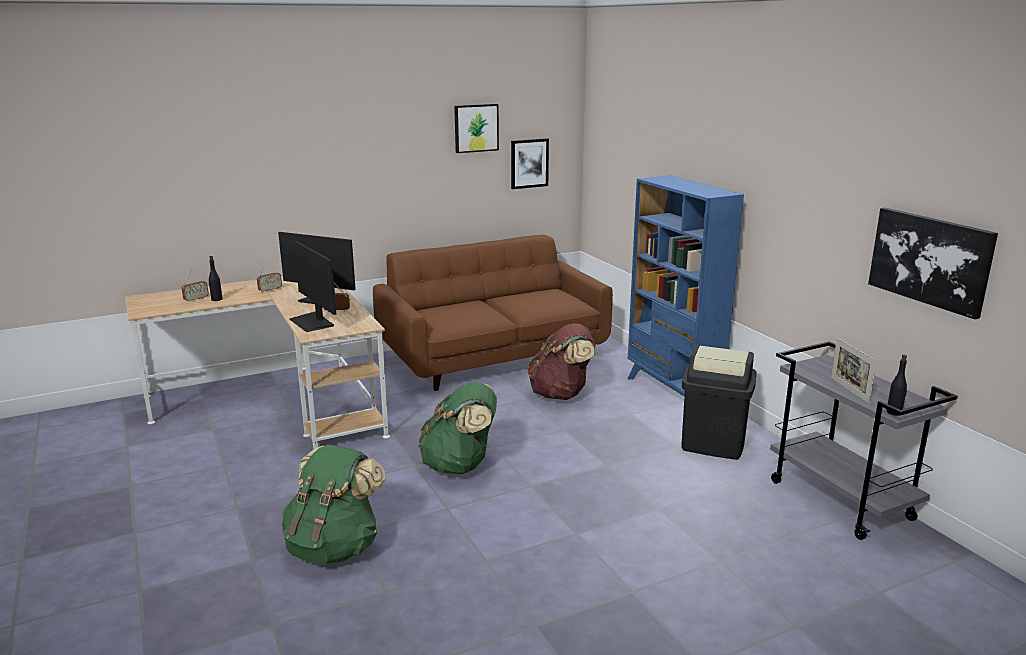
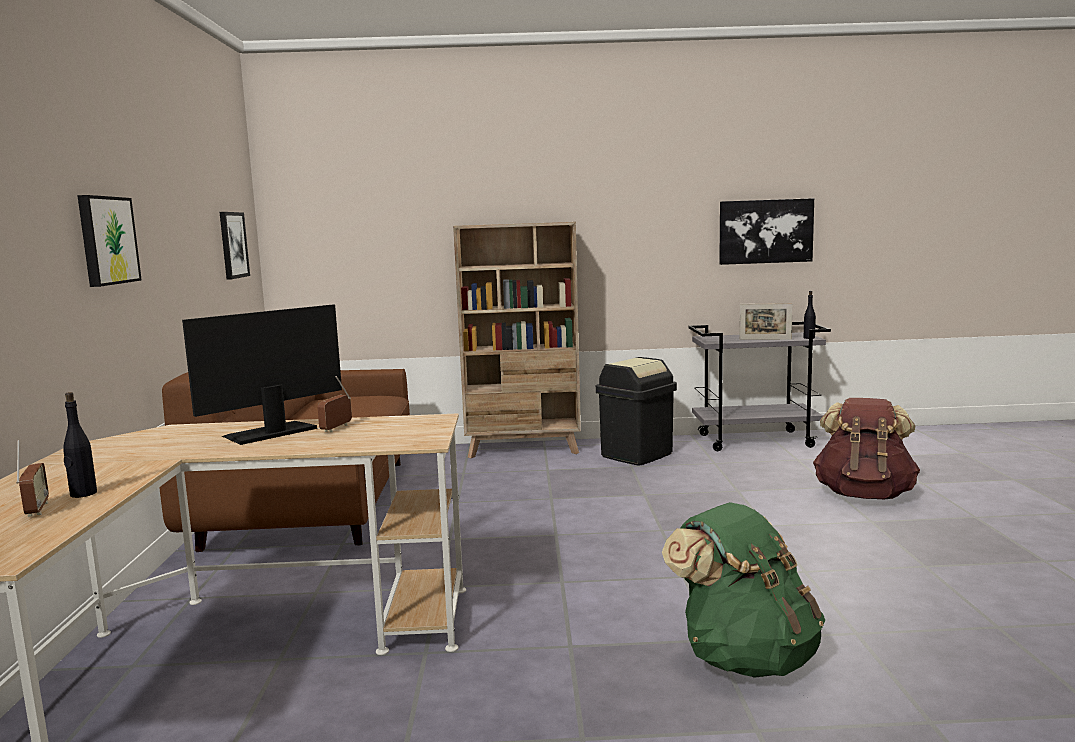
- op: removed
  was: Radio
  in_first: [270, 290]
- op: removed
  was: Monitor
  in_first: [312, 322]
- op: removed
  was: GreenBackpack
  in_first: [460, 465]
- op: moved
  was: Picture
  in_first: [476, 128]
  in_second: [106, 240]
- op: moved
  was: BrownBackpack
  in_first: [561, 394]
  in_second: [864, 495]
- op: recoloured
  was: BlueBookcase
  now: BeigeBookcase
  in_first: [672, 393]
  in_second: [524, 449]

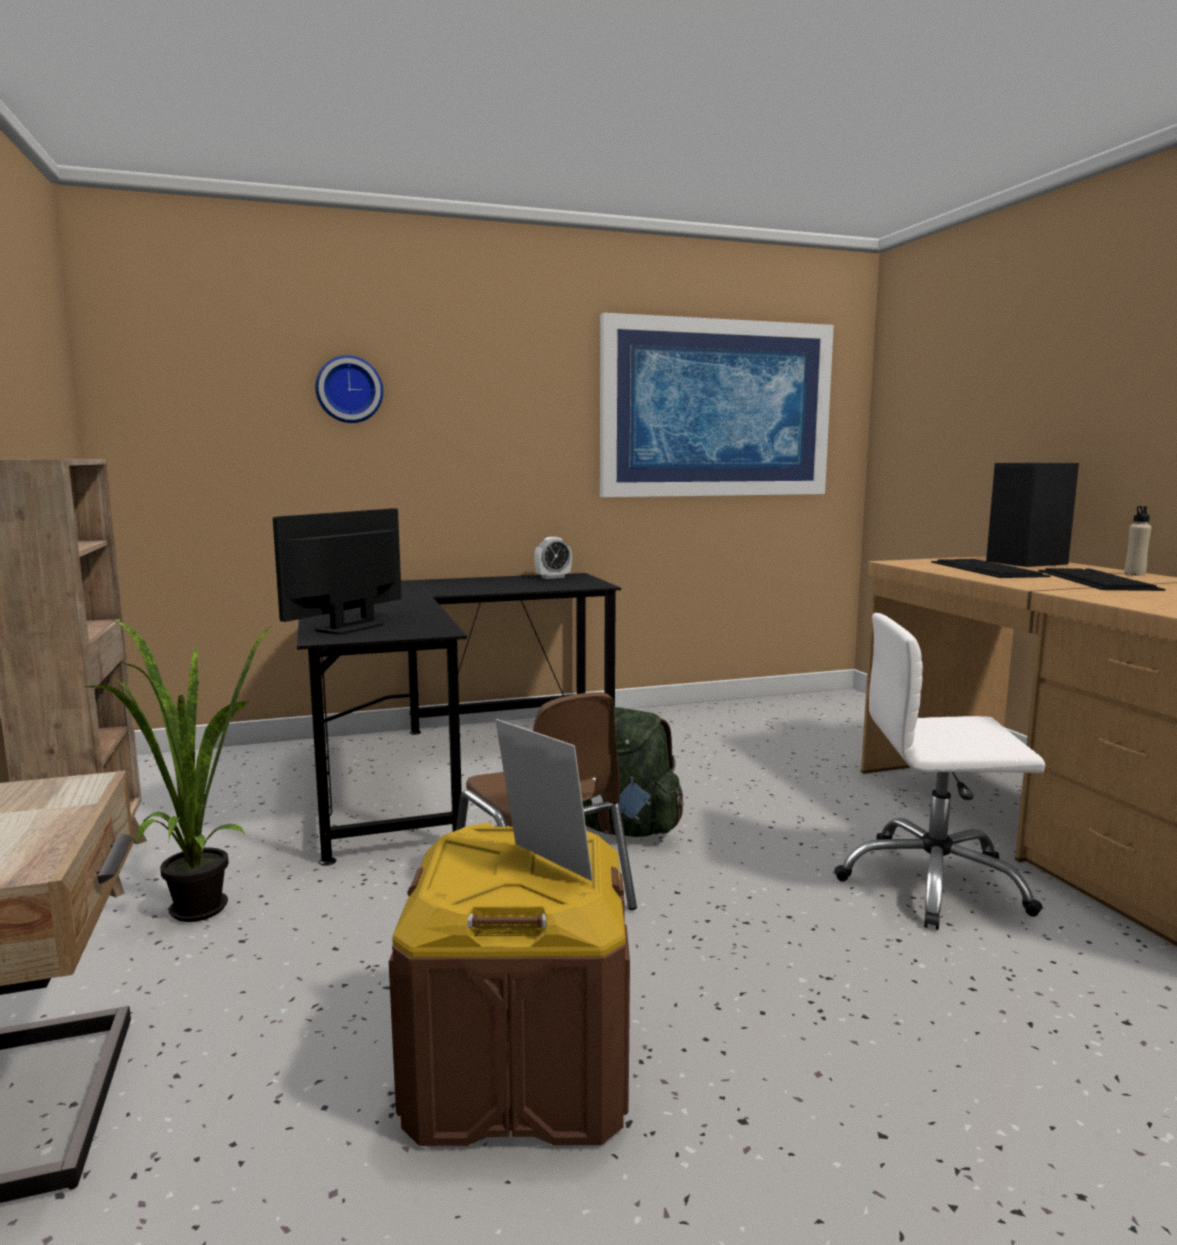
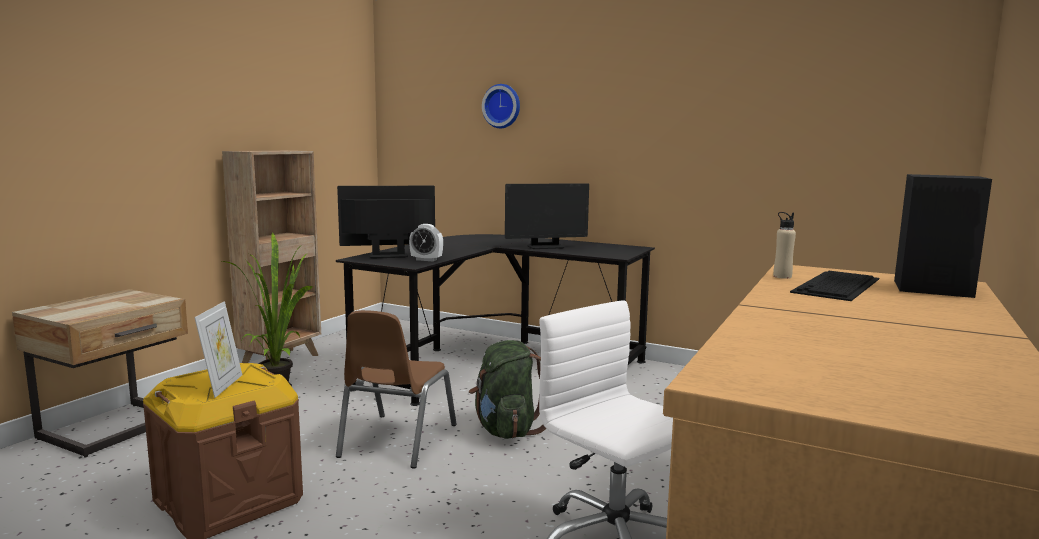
- op: moved
  was: AlarmClock
  in_first: [553, 577]
  in_second: [426, 260]
- op: removed
  was: Picture
  in_first: [716, 409]
- op: removed
  was: Keyboard
  in_first: [1095, 580]
- op: moved
  was: BeigeBottle
  in_first: [1134, 574]
  in_second: [782, 276]
- op: added
  now: Monitor
  in_second: [545, 247]

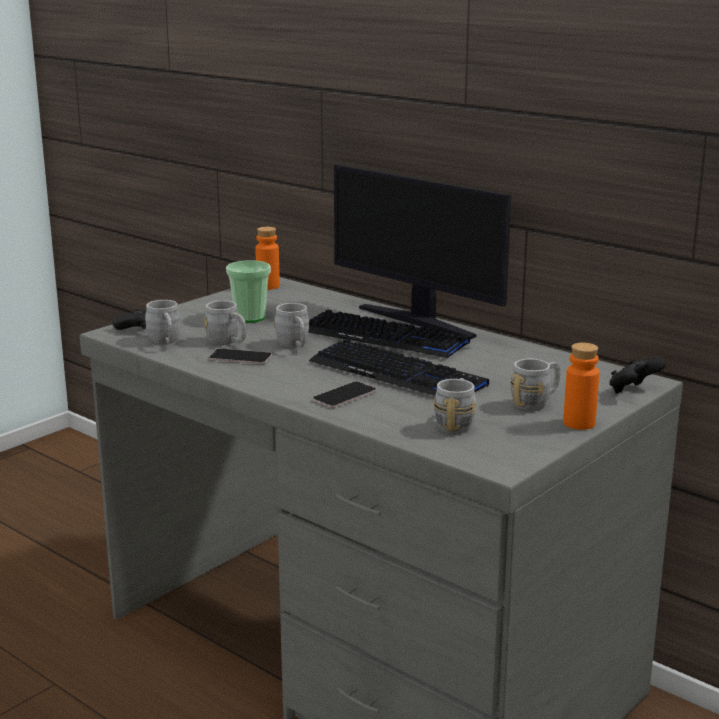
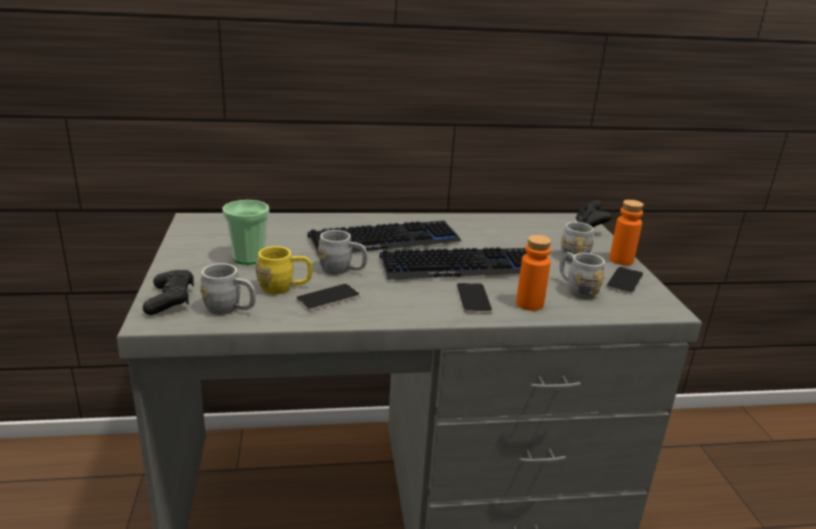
- op: recoloured
  was: GreyMug
  now: YellowMug
  in_first: [228, 342]
  in_second: [284, 288]
- op: moved
  was: OrangeBottle
  in_first: [268, 286]
  in_second: [529, 304]
- op: removed
  was: Monitor
  in_first: [418, 321]
- op: added
  now: Phone
  in_second: [624, 281]

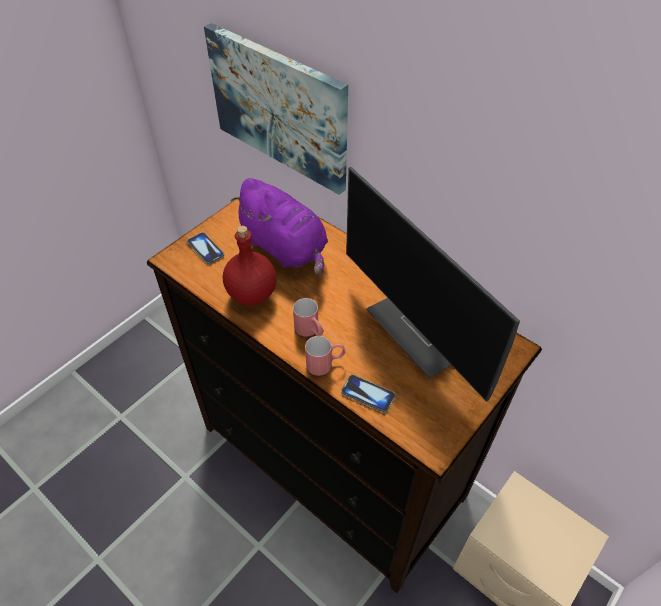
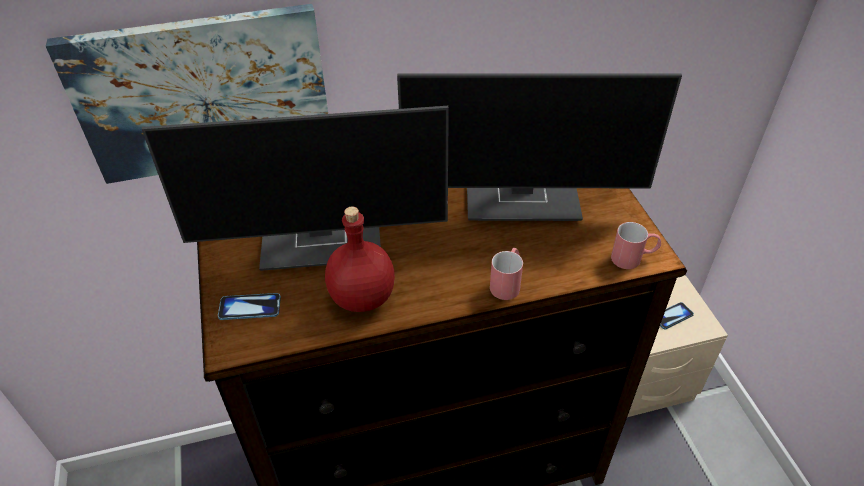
- op: replaced
  was: PurplePlushToy
  now: Monitor
  in_first: [286, 248]
  in_second: [324, 240]
- op: moved
  was: RedMug
  in_first: [310, 331]
  in_second: [633, 258]
- op: moved
  was: Phone
  in_first: [368, 394]
  in_second: [672, 316]

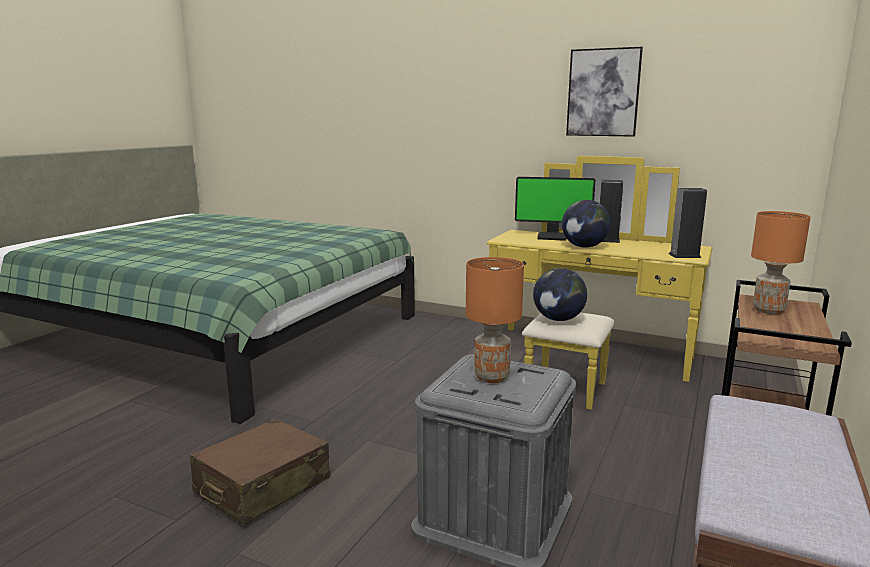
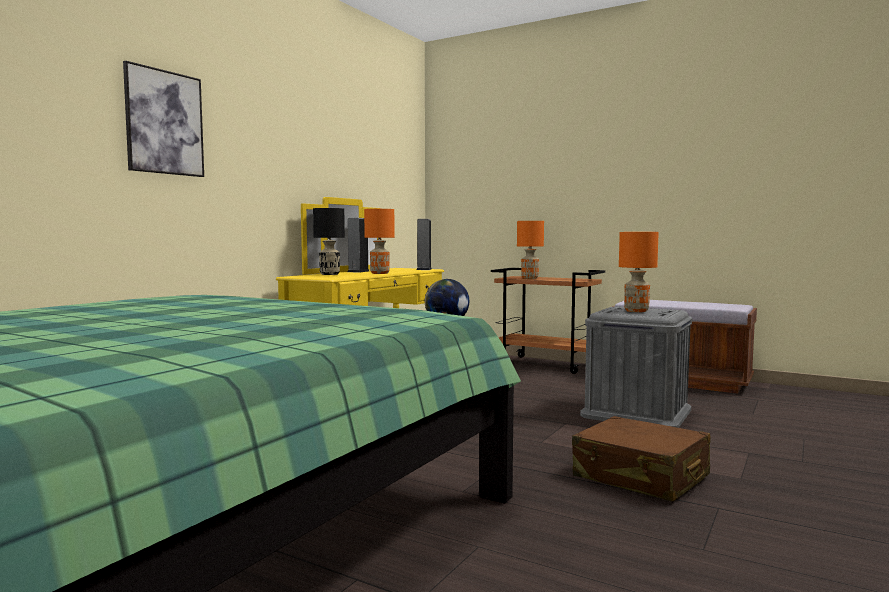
- op: replaced
  was: Monitor
  now: BlackTableLamp
  in_first: [552, 236]
  in_second: [329, 274]
- op: replaced
  was: Globe
  now: OrangeTableLamp
  in_first: [584, 247]
  in_second: [380, 273]
- op: moved
  was: Picture
  in_first: [603, 92]
  in_second: [164, 122]

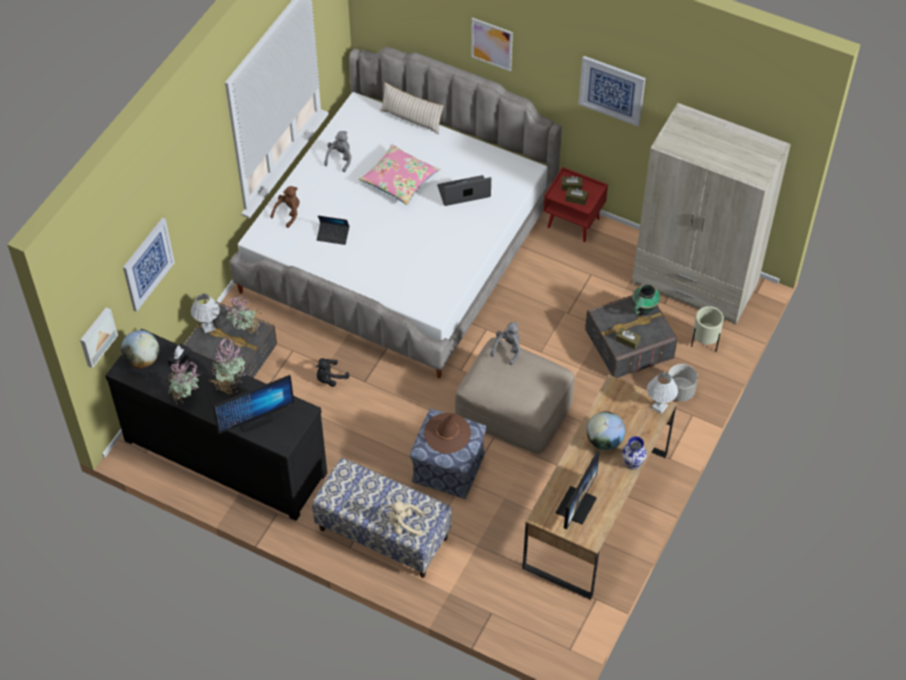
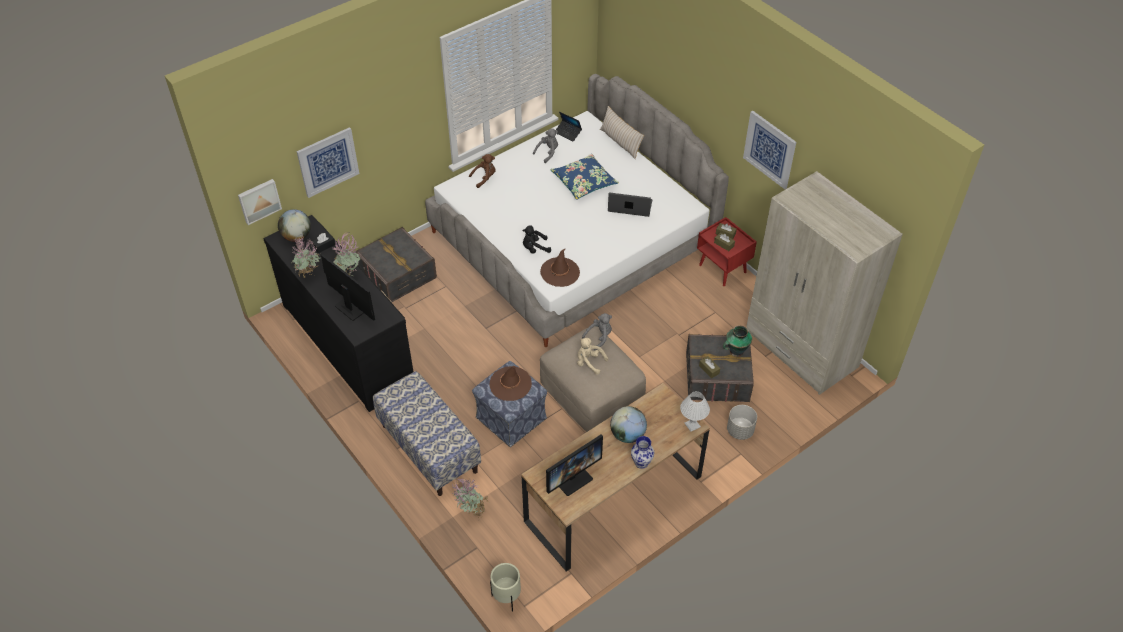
- op: removed
  was: WhiteTableLamp
  in_first: [208, 327]
- op: turned
  was: Monitor
  in_first: [255, 420]
  in_second: [349, 309]
  clockwise: -135
- op: moved
  was: PottedPlant
  in_first: [245, 332]
  in_second: [471, 512]
- op: moved
  was: BlackPlushToy
  in_first: [330, 378]
  in_second: [535, 248]
- op: moved
  was: Laptop
  in_first: [333, 235]
  in_second: [568, 133]
- op: recoloured
  was: PinkPillow
  now: BluePillow
  in_first: [399, 180]
  in_second: [584, 182]
- op: moved
  was: BeigePlushToy
  in_first: [404, 525]
  in_second: [589, 362]
- op: removed
  was: Picture
  in_first: [491, 44]
- op: moved
  was: BeigePlanter
  in_first: [704, 344]
  in_second: [507, 598]
- op: added
  now: BrownHat
  in_second: [560, 272]

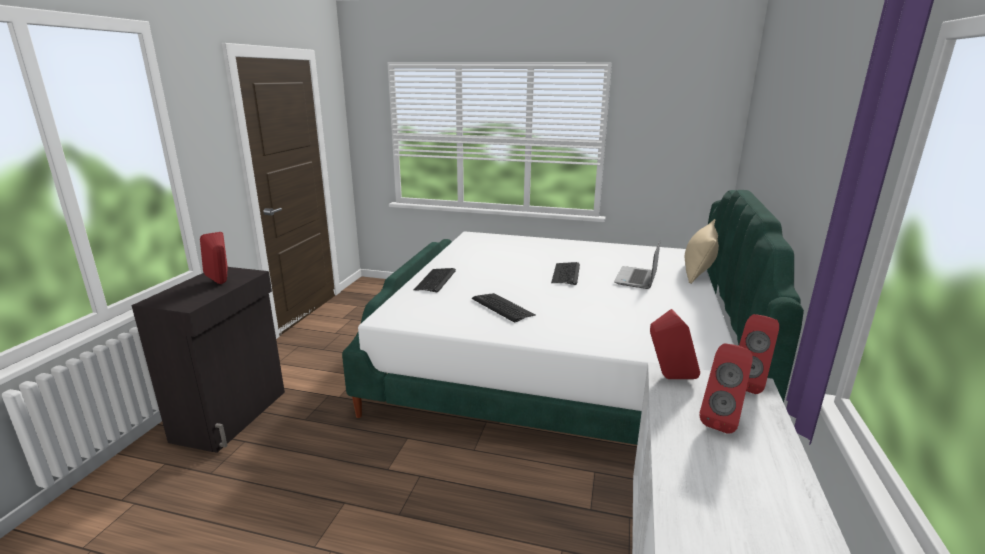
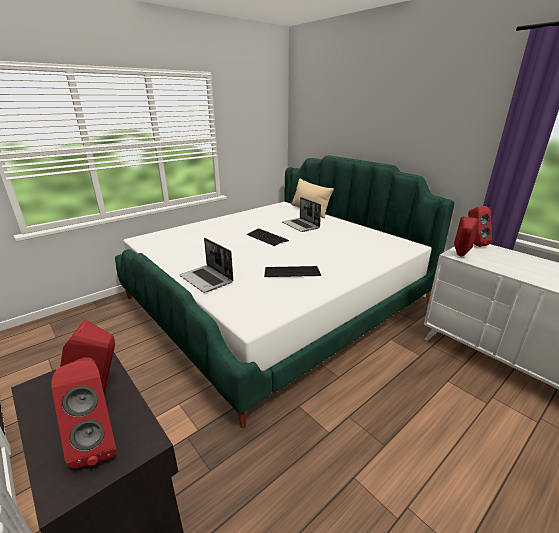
- op: replaced
  was: Keyboard
  now: Laptop
  in_first: [436, 280]
  in_second: [207, 279]
- op: moved
  was: RedSpeaker
  in_first: [721, 420]
  in_second: [99, 441]

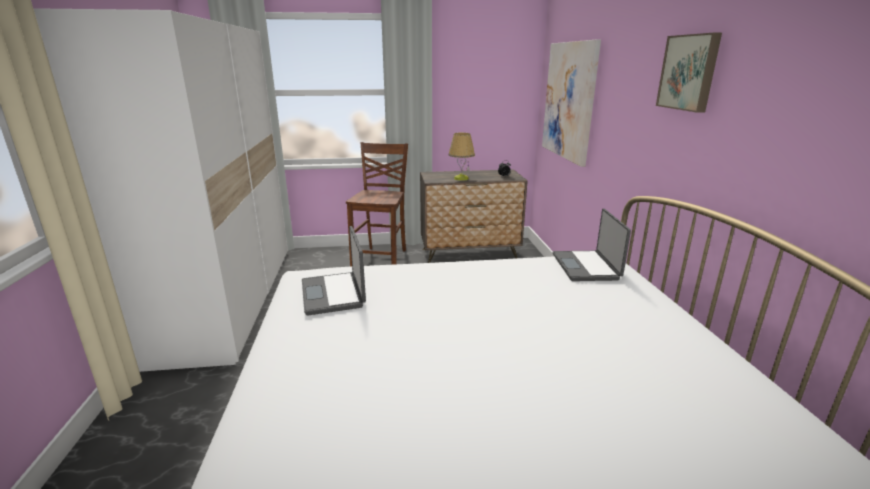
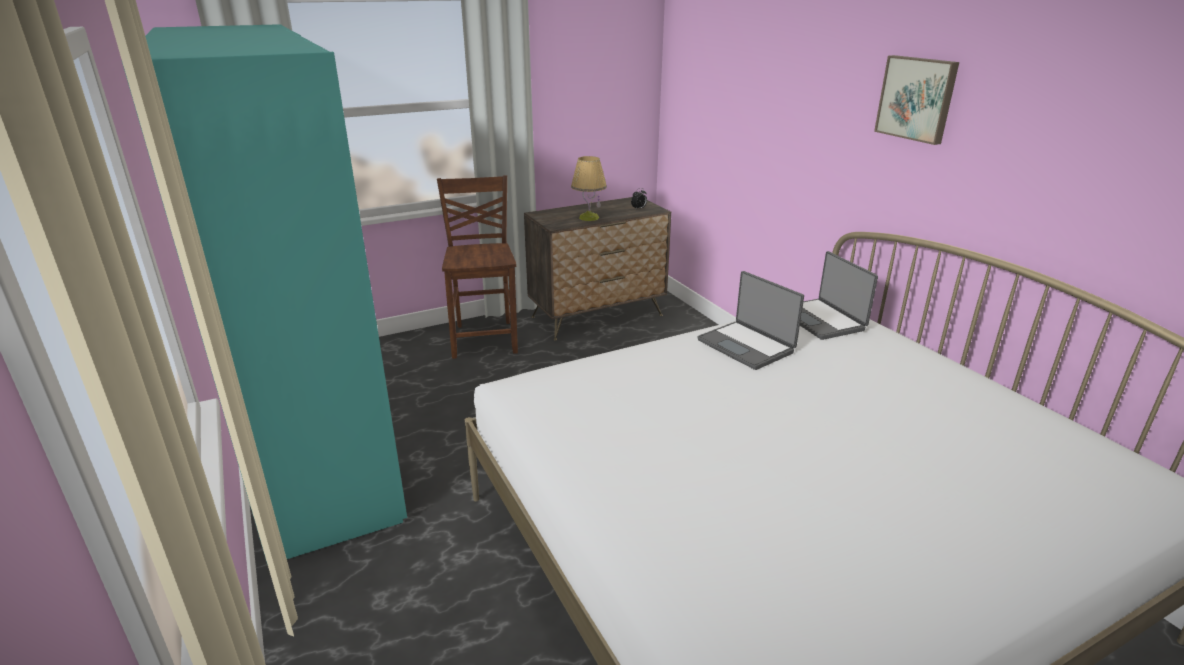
- op: recoloured
  was: WhiteWardrobe
  now: TurquoiseWardrobe
  in_first: [231, 298]
  in_second: [313, 435]
- op: moved
  was: Laptop
  in_first: [334, 294]
  in_second: [747, 346]
- op: removed
  was: Picture
  in_first: [569, 101]

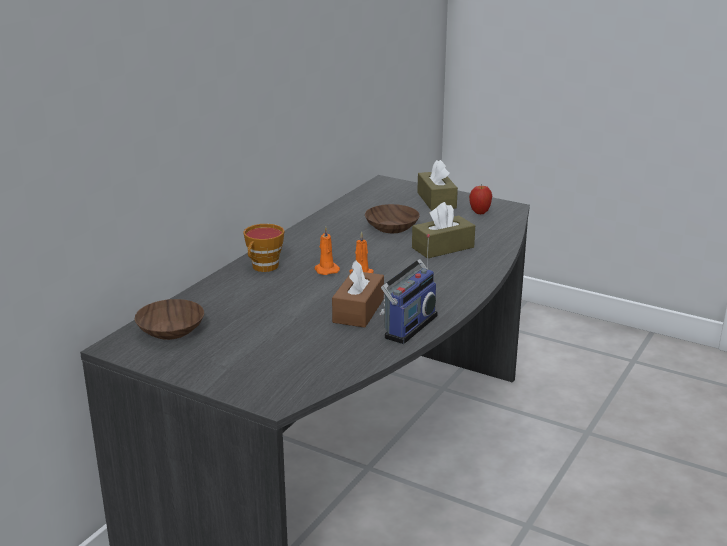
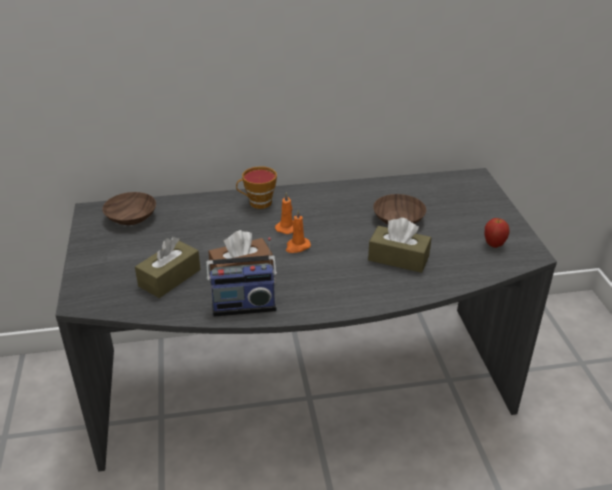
- op: moved
  was: BrownTissueBox
  in_first: [436, 200]
  in_second: [169, 278]

